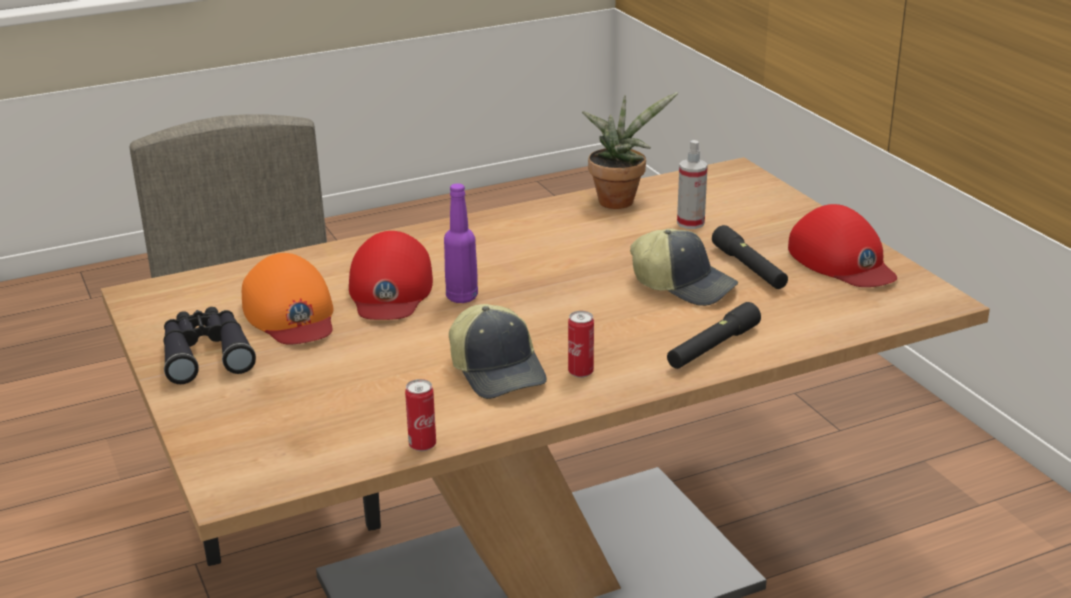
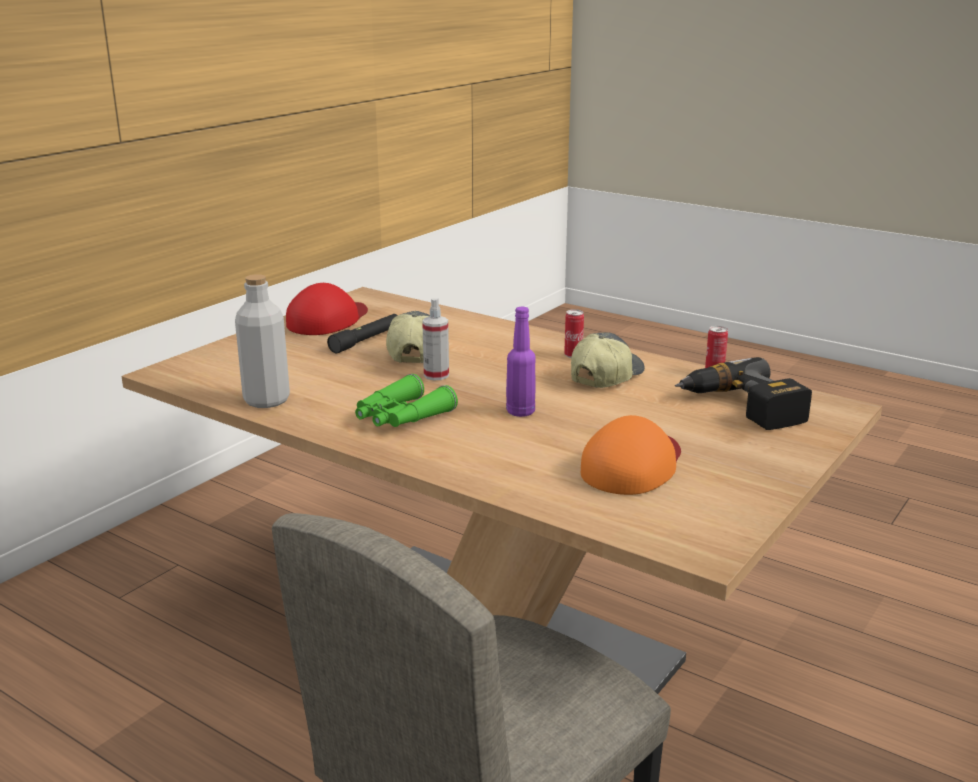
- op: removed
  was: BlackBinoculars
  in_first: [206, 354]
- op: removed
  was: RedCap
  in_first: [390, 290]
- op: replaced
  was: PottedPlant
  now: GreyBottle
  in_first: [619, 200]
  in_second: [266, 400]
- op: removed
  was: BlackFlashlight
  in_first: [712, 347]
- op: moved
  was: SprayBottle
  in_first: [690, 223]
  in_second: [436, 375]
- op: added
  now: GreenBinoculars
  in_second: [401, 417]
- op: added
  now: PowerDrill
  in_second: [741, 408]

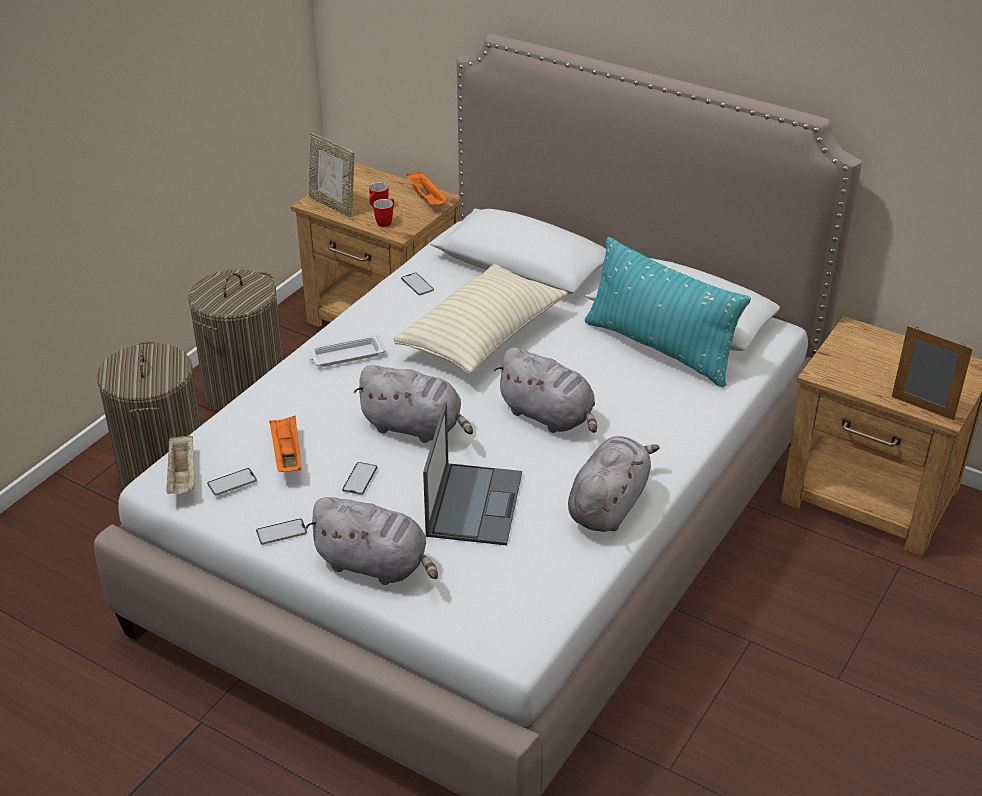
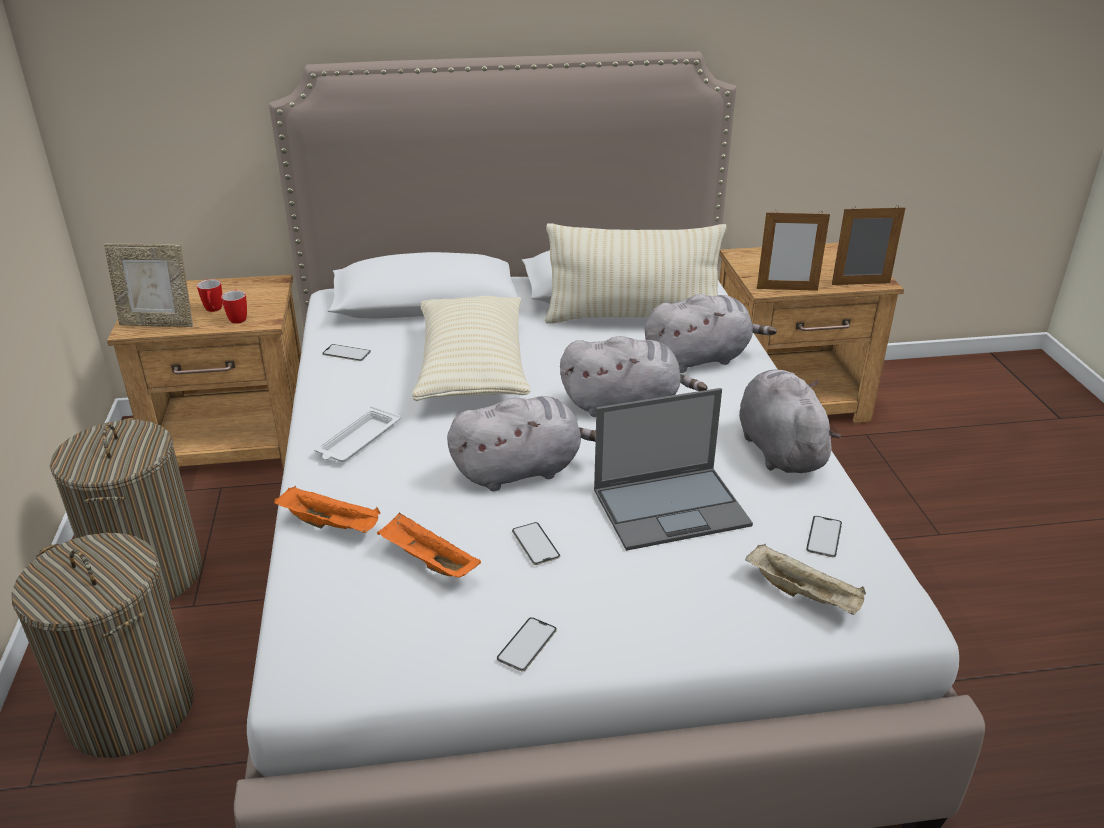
- op: moved
  was: BeigeTray
  in_first: [183, 476]
  in_second: [804, 594]
- op: moved
  was: Phone
  in_first: [232, 482]
  in_second: [824, 536]
- op: moved
  was: GreyPlushToy
  in_first: [375, 565]
  in_second: [700, 358]
- op: moved
  was: OrangeTray
  in_first: [427, 199]
  in_second: [332, 525]
- op: turned
  was: Laptop
  in_first: [474, 503]
  in_second: [672, 507]
  clockwise: 105
- op: recoloured
  was: TurquoisePillow
  now: BeigePillow
  in_first: [660, 348]
  in_second: [633, 318]
- op: added
  now: PictureFrame
  in_second: [787, 289]

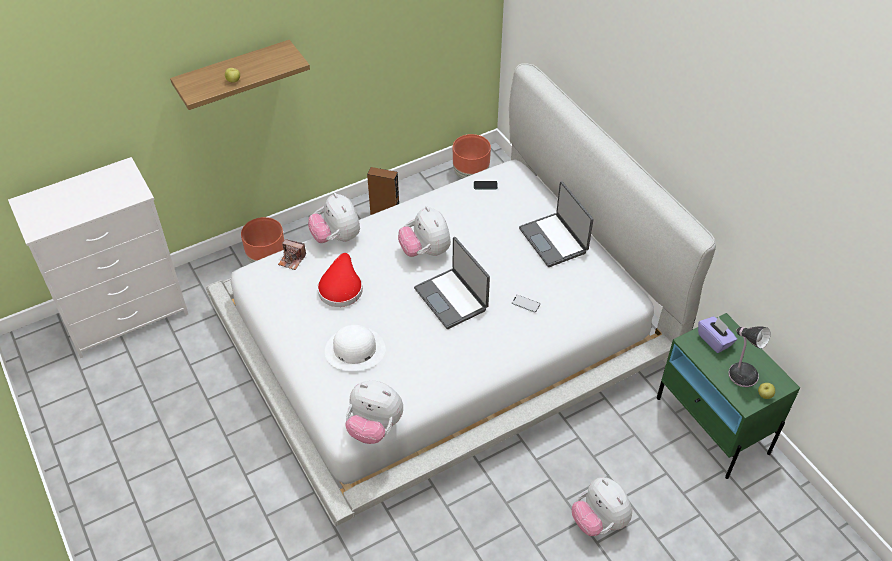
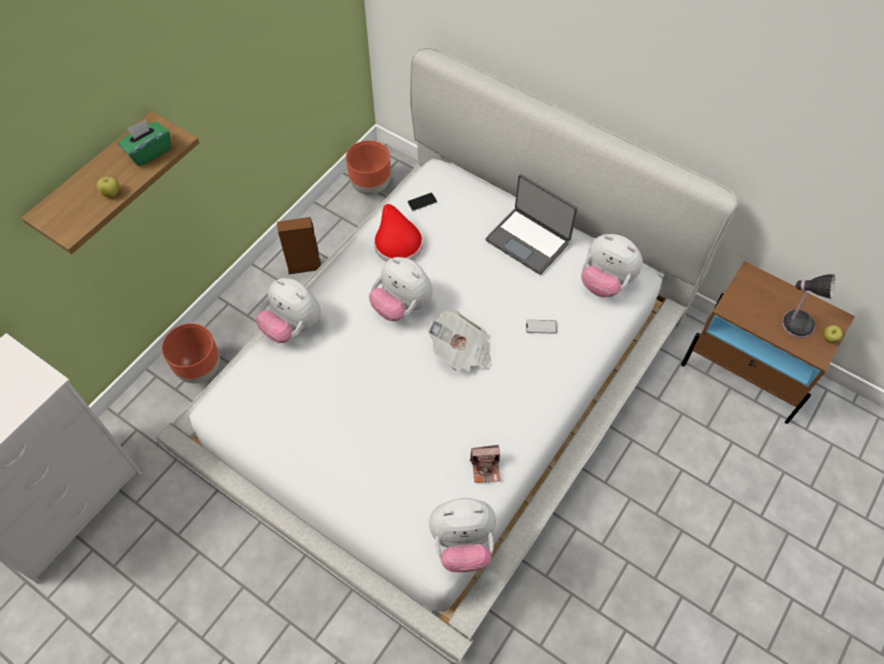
- op: moved
  was: PhotoCamera
  in_first: [292, 260]
  in_second: [485, 468]
- op: moved
  was: RedHat
  in_first: [341, 287]
  in_second: [396, 242]
- op: removed
  was: WhiteHat
  in_first: [354, 350]
- op: replaced
  was: Laptop
  now: Newspaper
  in_first: [452, 299]
  in_second: [461, 352]
- op: moved
  was: PlushToy
  in_first: [599, 521]
  in_second: [605, 282]
- op: recoloured
  was: GreenNightstand
  now: BrownNightstand
  in_first: [712, 426]
  in_second: [746, 373]
- op: removed
  was: PurpleTissueBox
  in_first: [714, 340]
- op: added
  now: GreenTissueBox
  in_second: [149, 152]

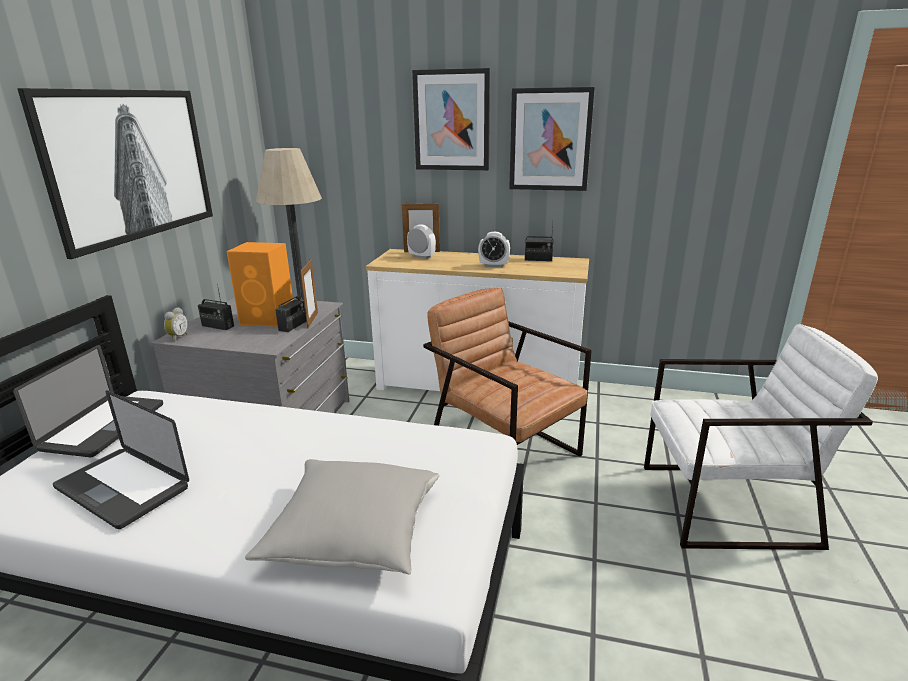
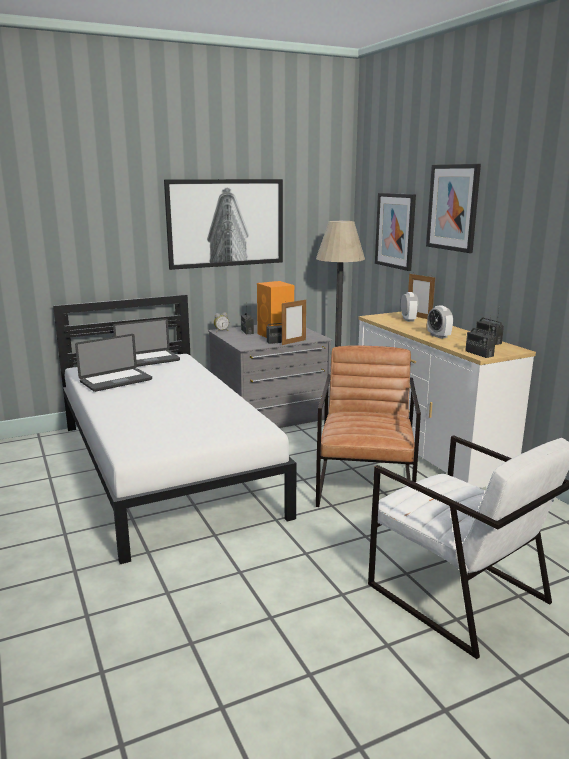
- op: turned
  was: Laptop
  in_first: [122, 488]
  in_second: [116, 381]
  clockwise: -120
- op: removed
  was: GreyPillow
  in_first: [354, 533]
- op: moved
  was: Picture
  in_first: [550, 140]
  in_second: [395, 230]
- op: added
  now: Radio
  in_second: [479, 353]

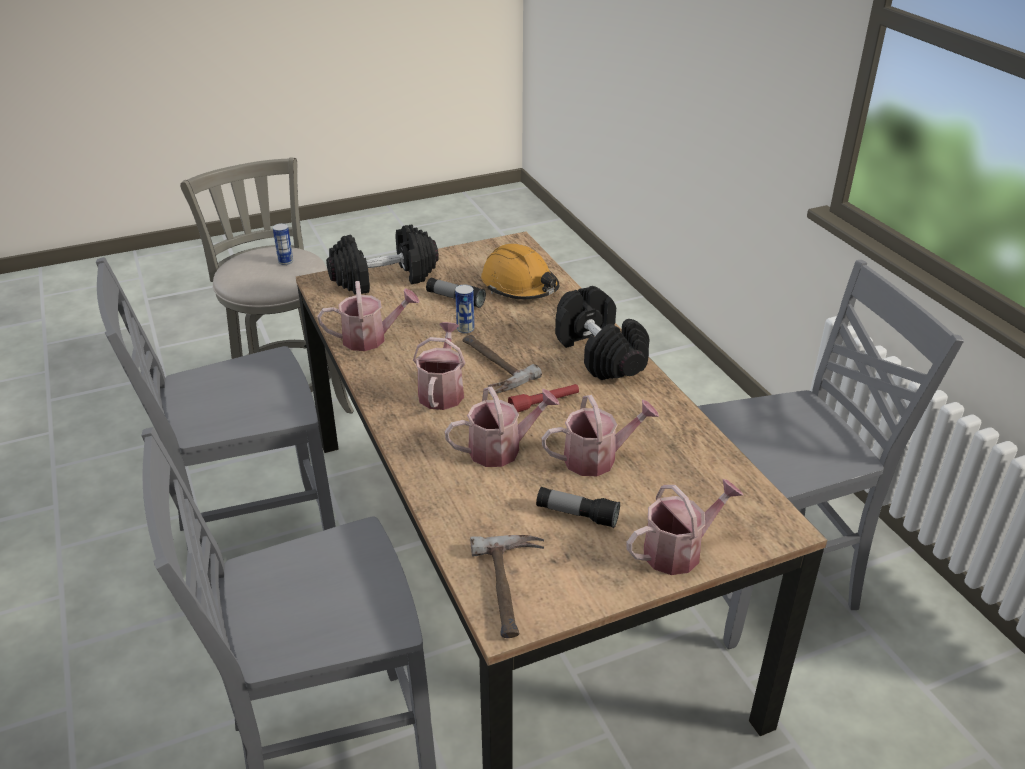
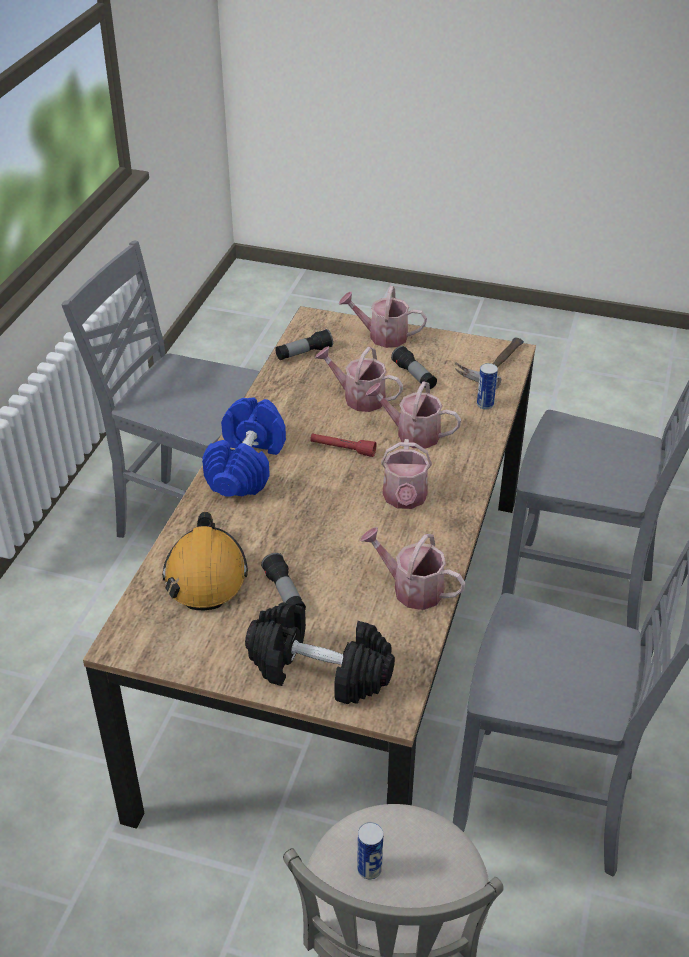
- op: turned
  was: WateringCan
  in_first: [442, 391]
  in_second: [404, 499]
  clockwise: -45
- op: moved
  was: Can
  in_first: [465, 329]
  in_second: [485, 404]
- op: removed
  was: Hammer
  in_first: [489, 367]
- op: recoloured
  was: BlackDumbbell
  now: BlueDumbbell
  in_first: [598, 353]
  in_second: [246, 466]
- op: added
  now: Flashlight
  in_second: [304, 353]

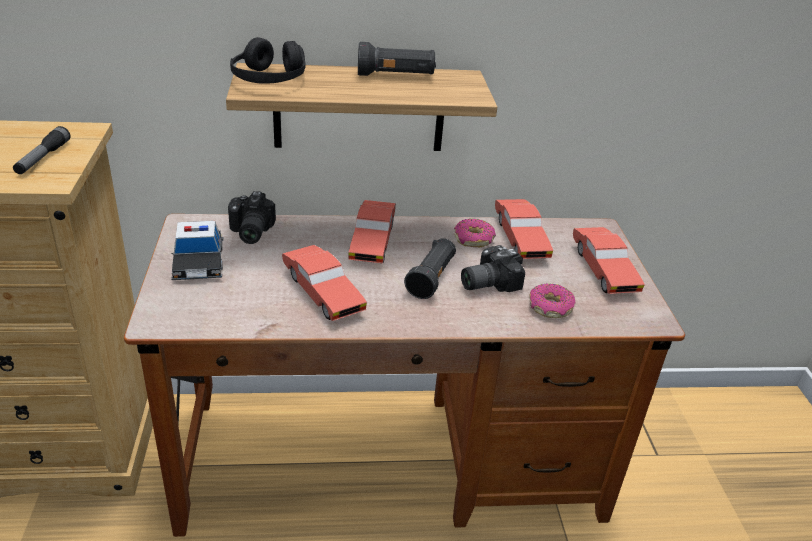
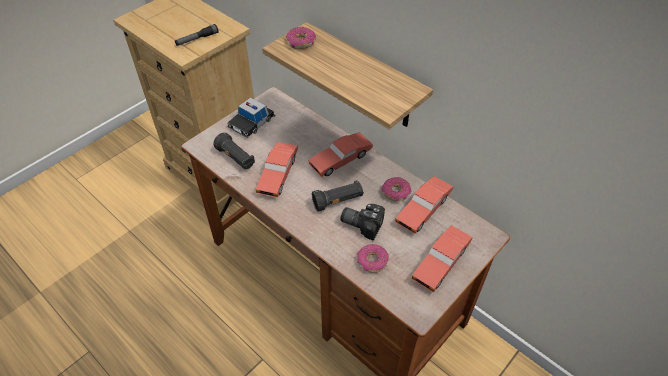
- op: removed
  was: PhotoCamera
  in_first: [249, 232]
- op: replaced
  was: BlackHeadphones
  now: Donut
  in_first: [269, 79]
  in_second: [301, 42]
- op: moved
  was: BlackFlashlight
  in_first: [395, 76]
  in_second: [236, 158]

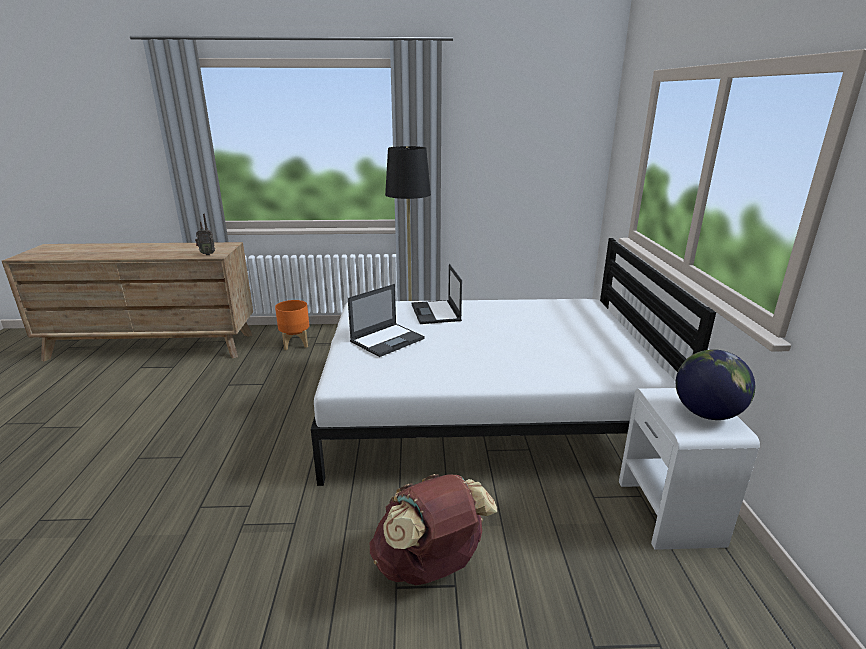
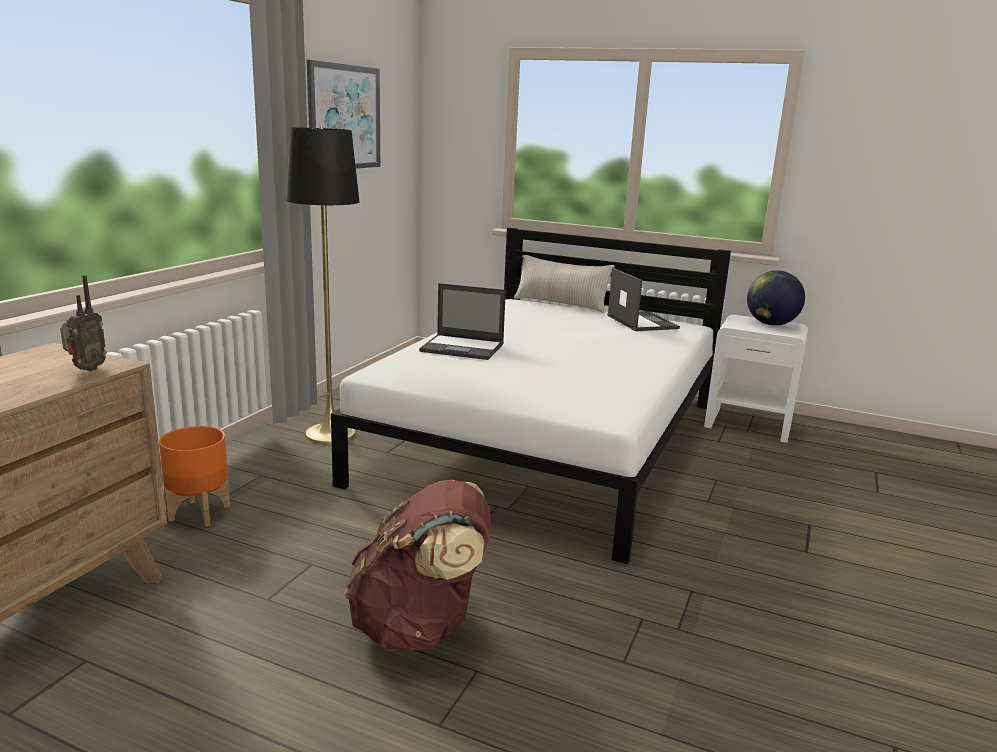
- op: moved
  was: Laptop
  in_first: [388, 340]
  in_second: [641, 321]
- op: moved
  was: BrownBackpack
  in_first: [429, 566]
  in_second: [420, 626]
- op: added
  now: Picture
  in_second: [344, 117]
- op: added
  now: BeigePillow
  in_second: [560, 304]

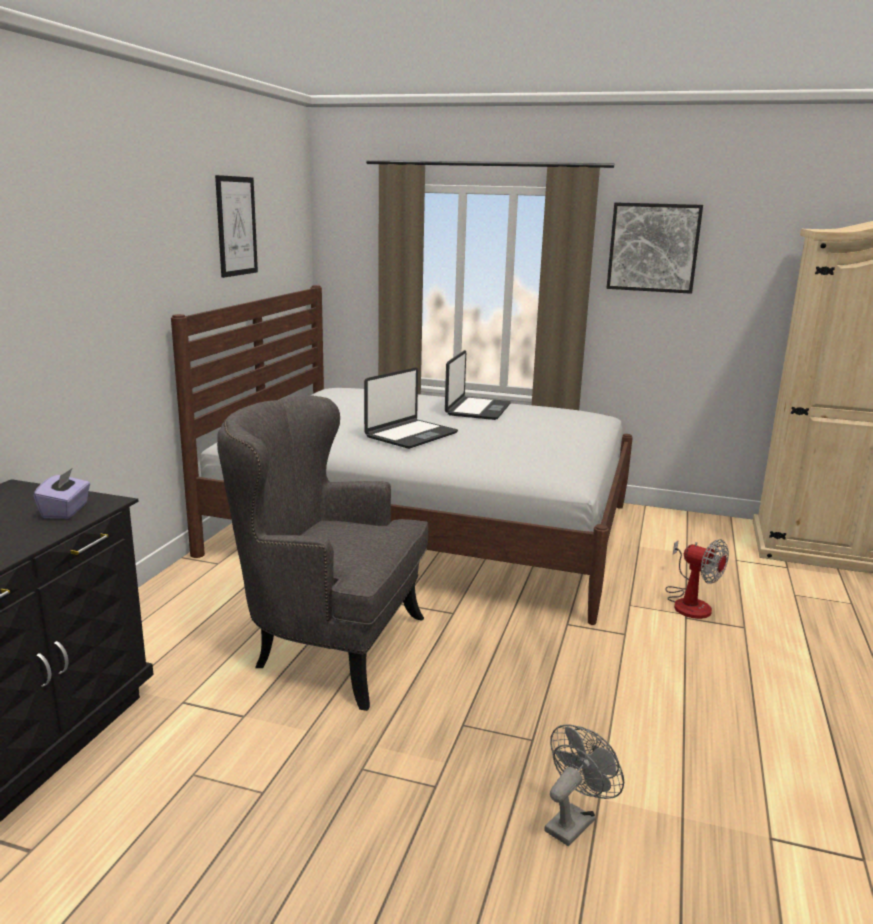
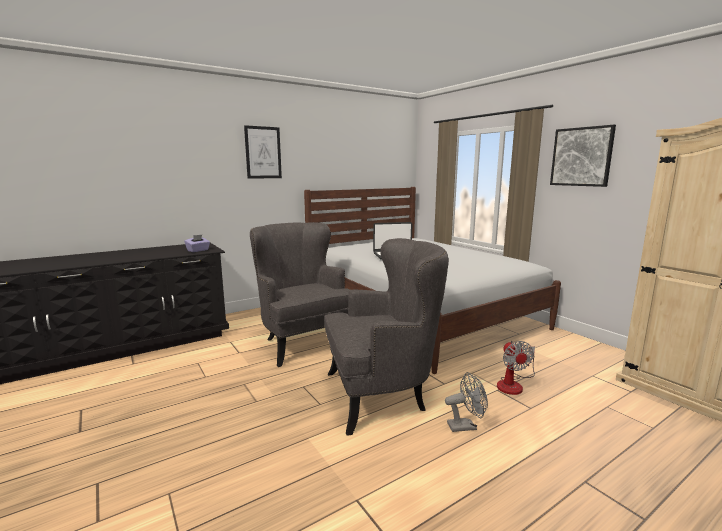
- op: moved
  was: Picture
  in_first: [236, 226]
  in_second: [263, 152]
- op: removed
  was: Laptop
  in_first: [477, 409]
- op: moved
  was: GreyFan
  in_first: [574, 821]
  in_second: [466, 426]
- op: added
  now: GreyArmchair
  in_second: [382, 394]

